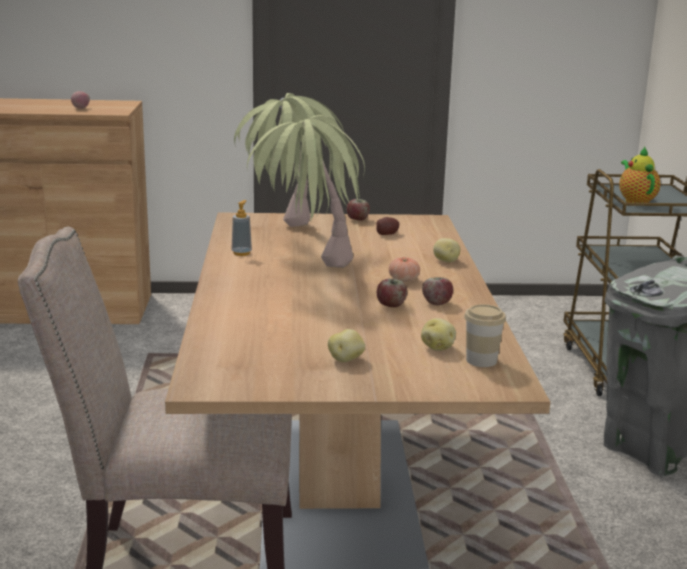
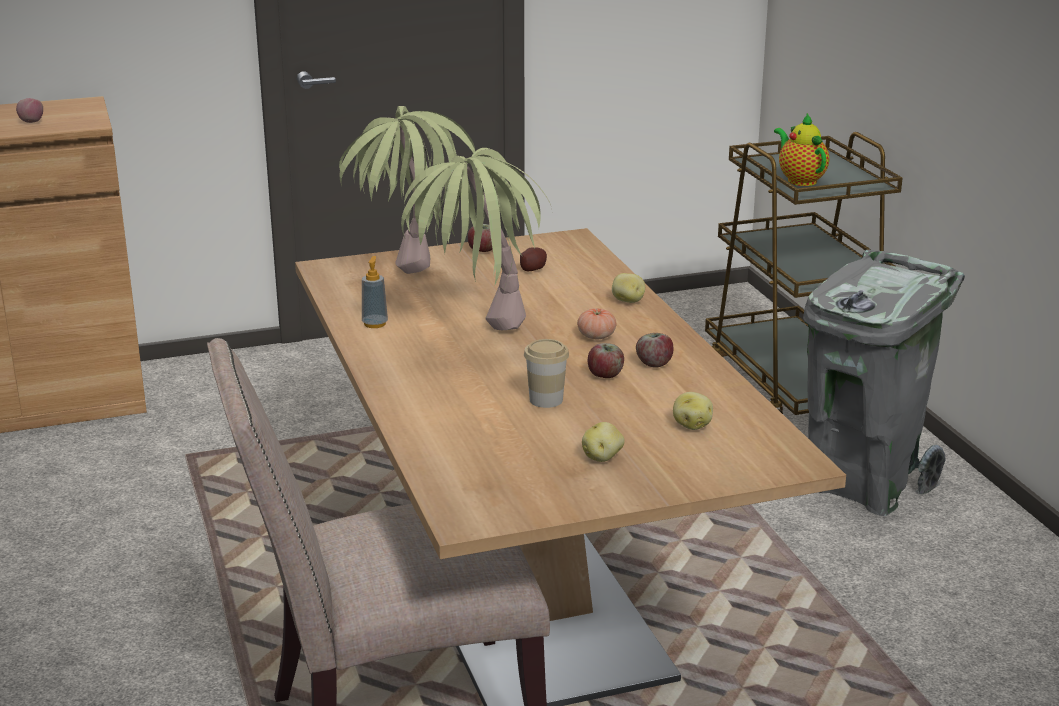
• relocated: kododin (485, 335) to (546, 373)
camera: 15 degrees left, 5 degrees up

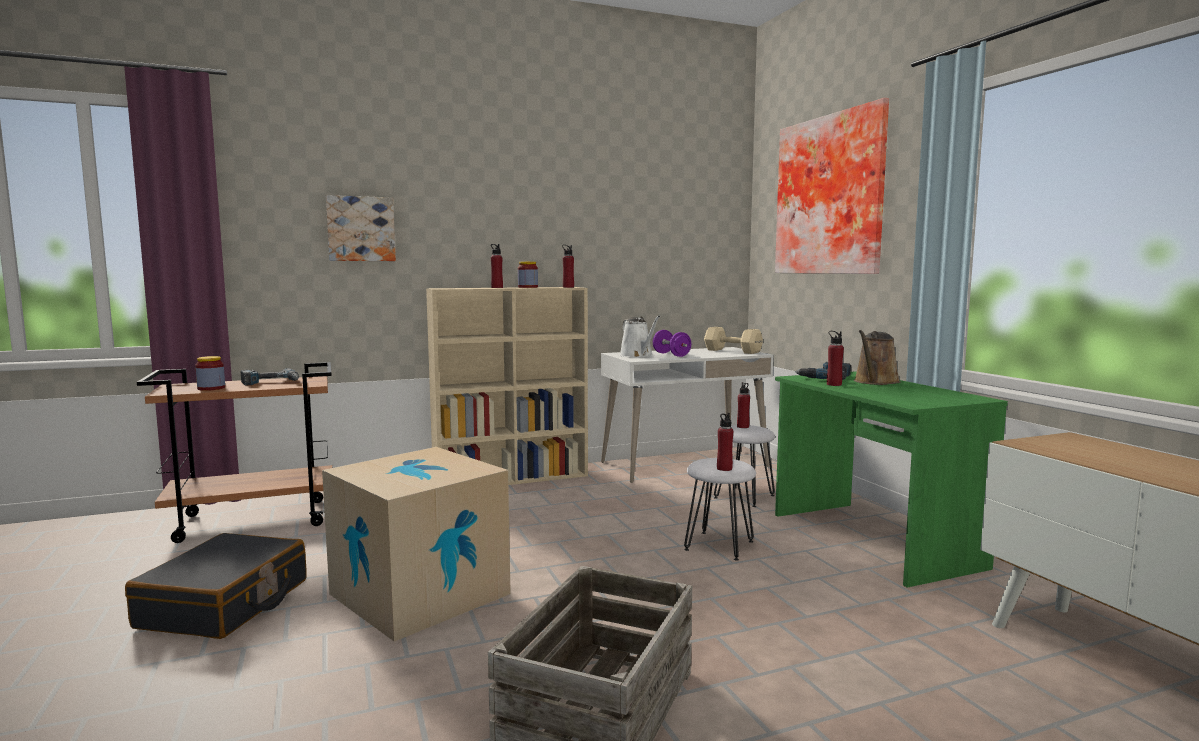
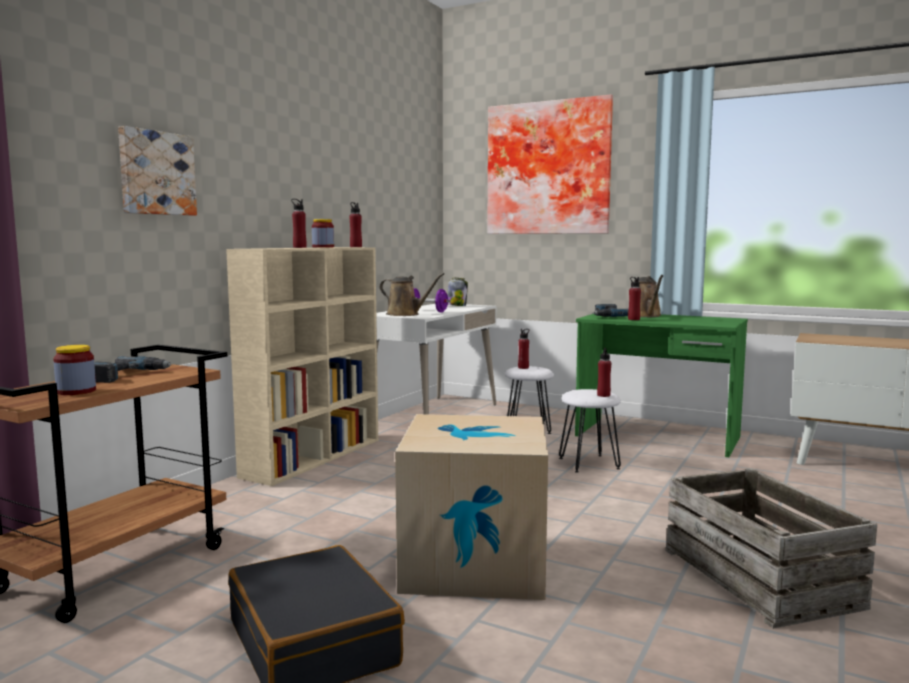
• colour: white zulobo (640, 336) to brown zulobo (411, 294)
• exchanged: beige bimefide (733, 340) to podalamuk (457, 291)
camera: 40 degrees left, 0 degrees up

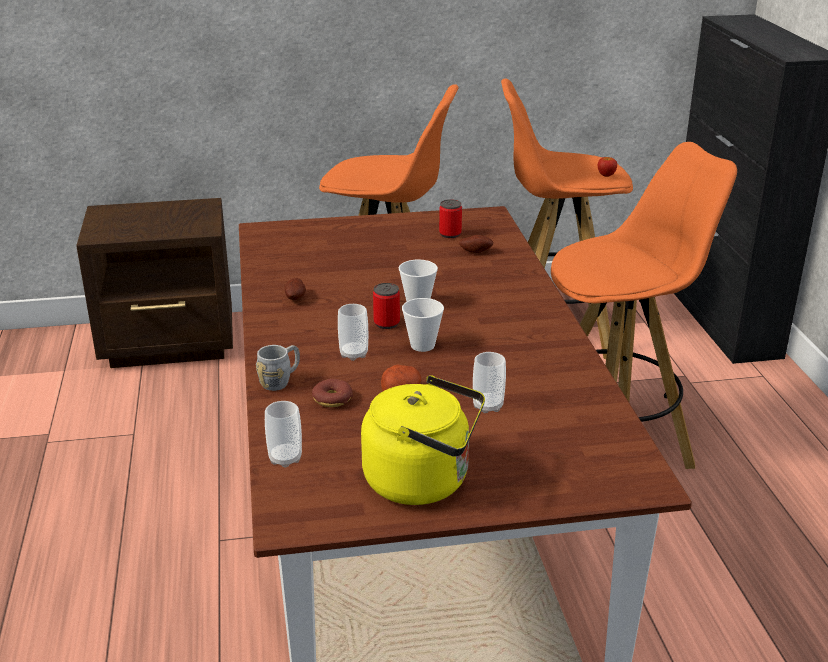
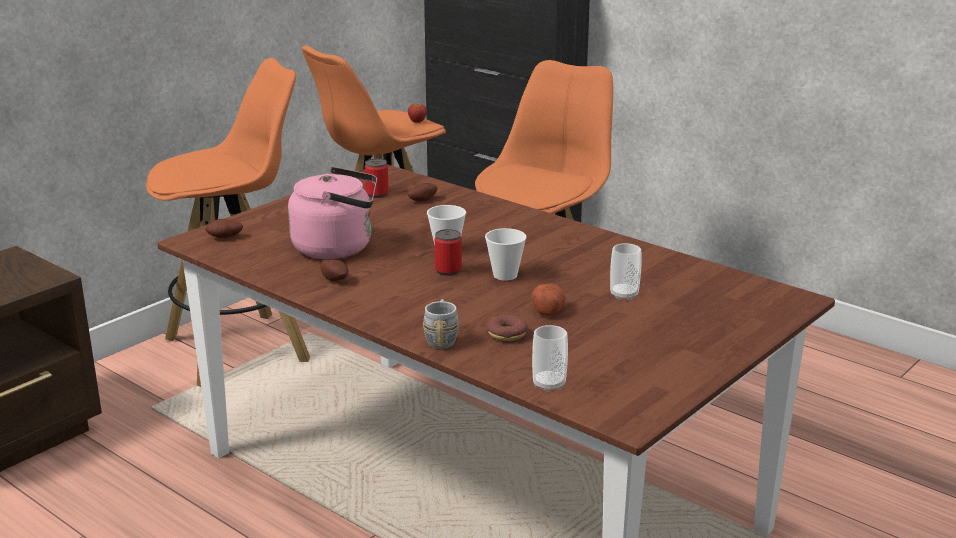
• missing: kododin (353, 332)
• missing: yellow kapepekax (423, 440)
• appeared: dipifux (224, 228)
• appeared: pink kapepekax (332, 213)
camera: 40 degrees left, 5 degrees down

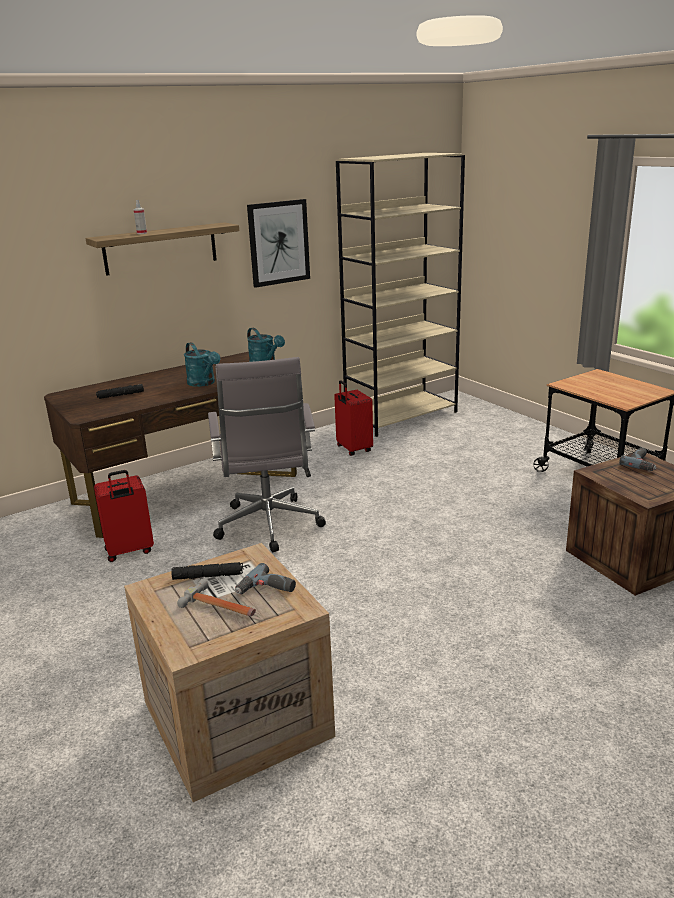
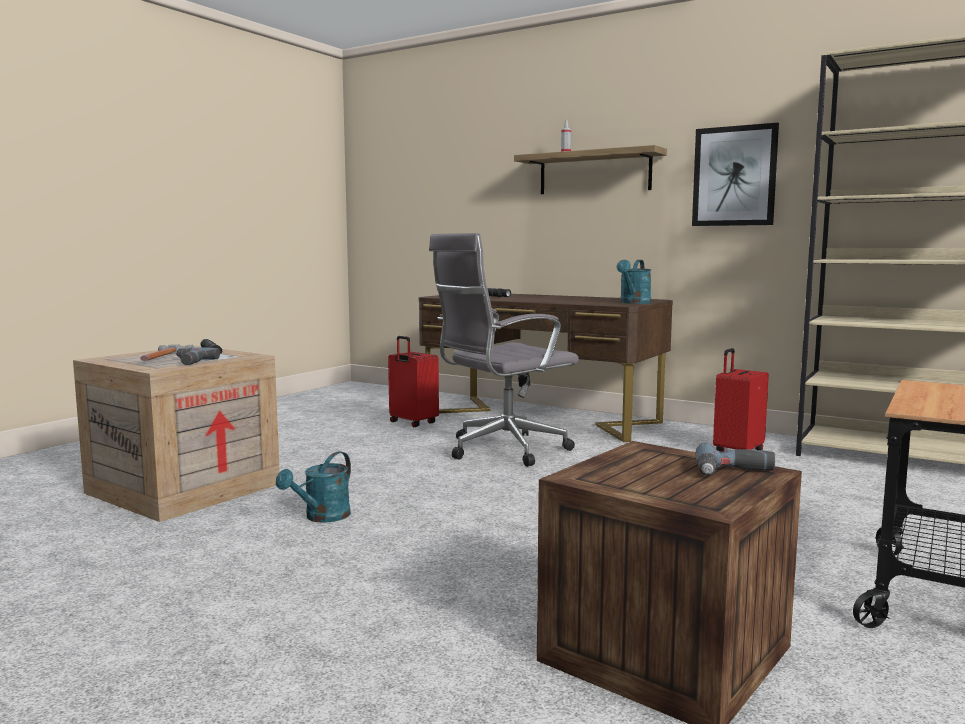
• relocated: turquoise zulobo (202, 364) to (313, 487)
camera: 65 degrees right, 15 degrees down

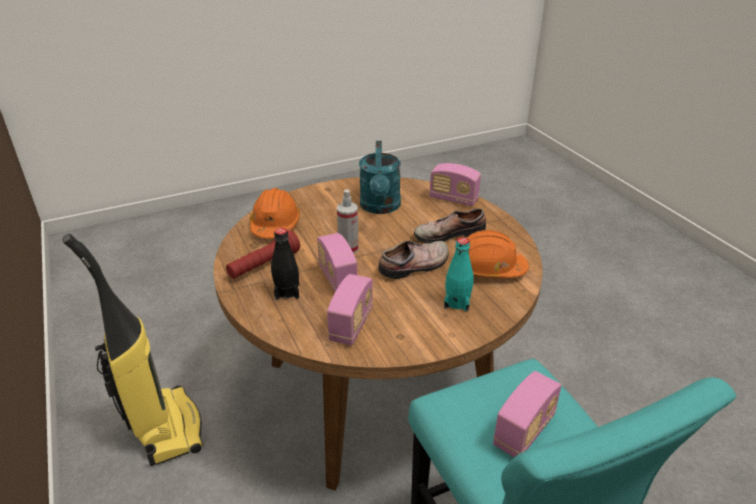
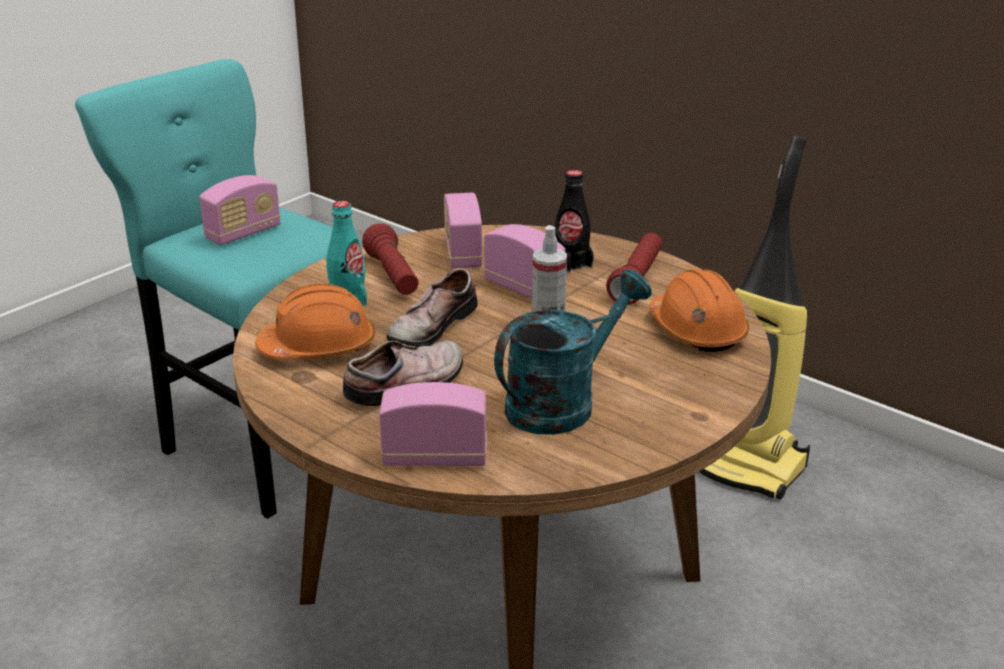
• spun: turquoise zulobo (380, 177) = (573, 352) 75 degrees clockwise
• spun: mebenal (527, 414) = (240, 210) 150 degrees counterclockwise
• appeared: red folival (390, 259)
camera: 155 degrees right, 5 degrees down

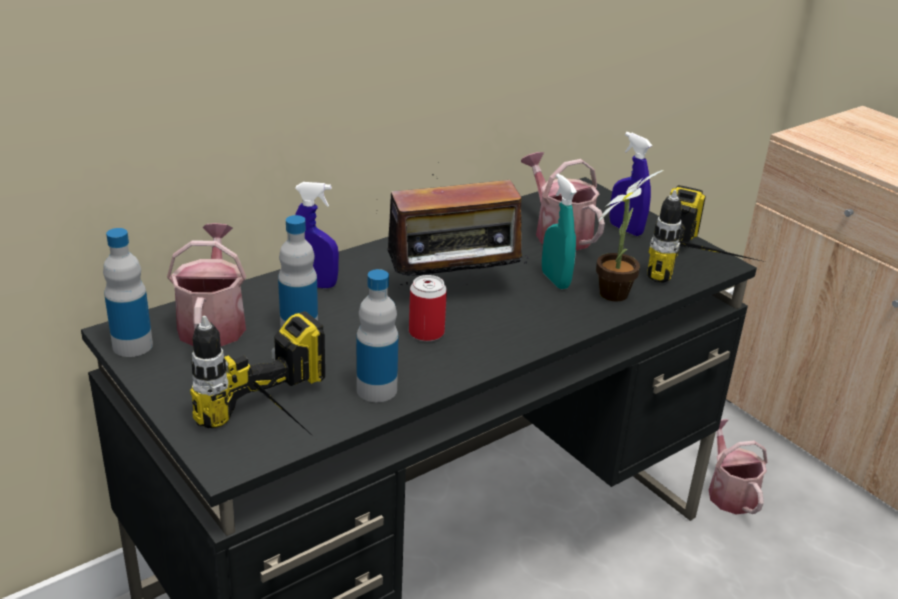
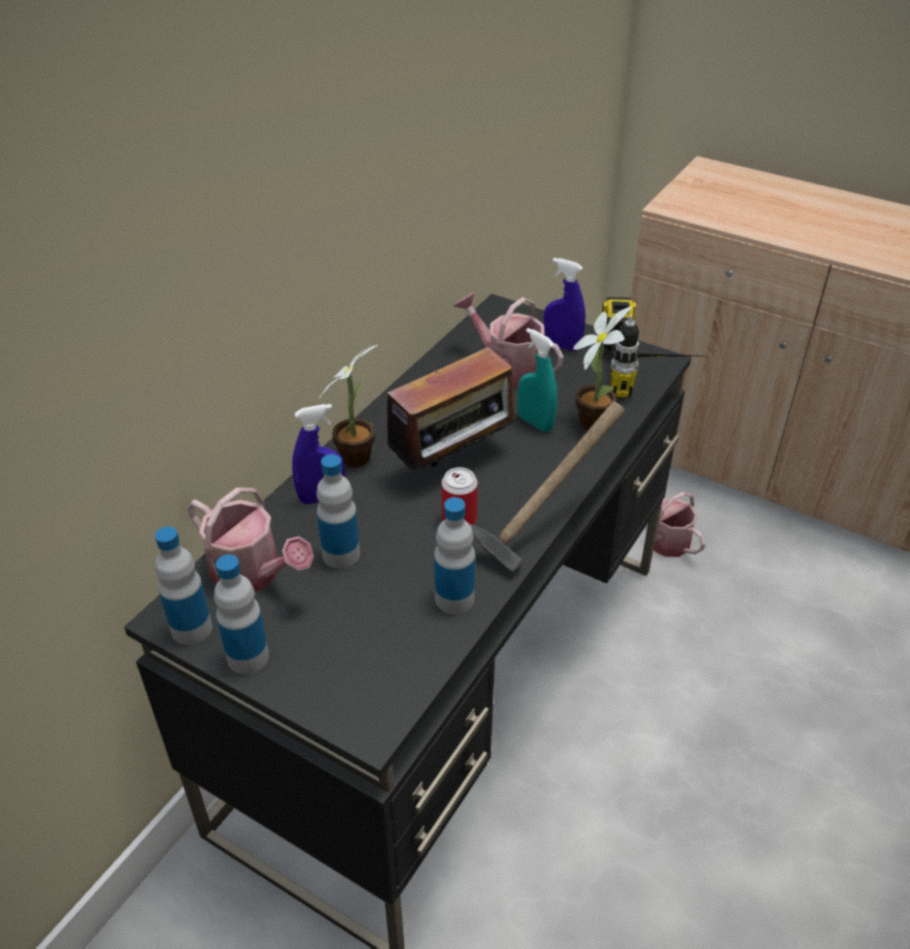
• spun: zulobo (206, 284) = (250, 539) 150 degrees clockwise
• missing: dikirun (257, 374)
• appeared: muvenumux (241, 614)
• appeared: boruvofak (347, 406)
• appeared: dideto (547, 487)
camera: 20 degrees left, 10 degrees up

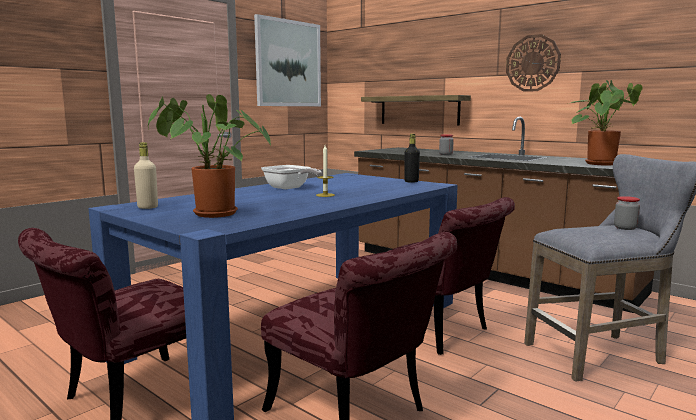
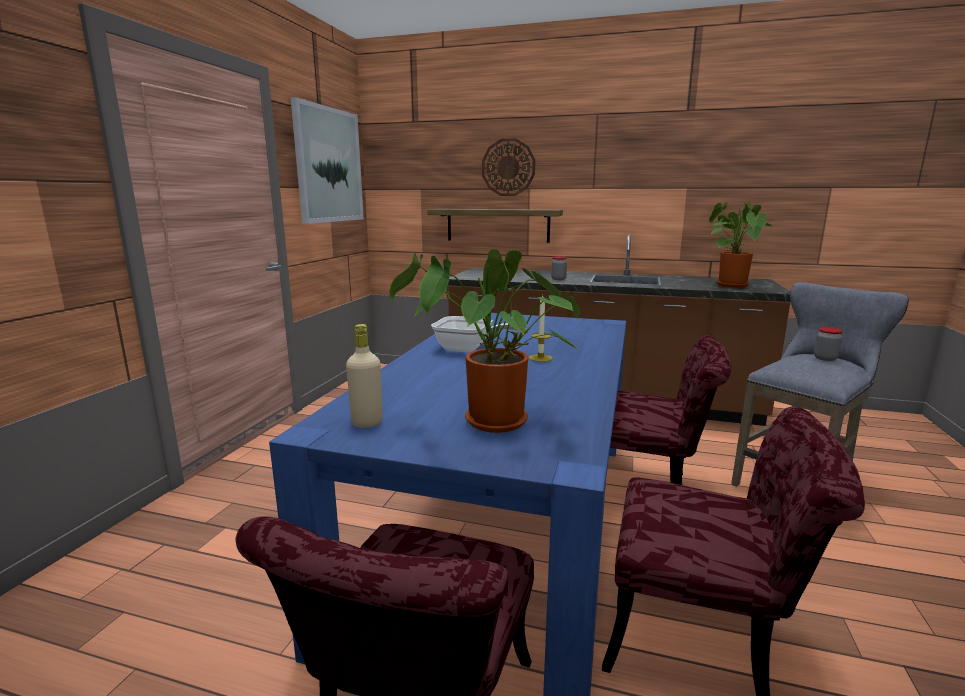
• missing: black muvenumux (412, 158)
• relocated: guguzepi (533, 63) to (508, 167)
camera: 25 degrees left, 5 degrees up

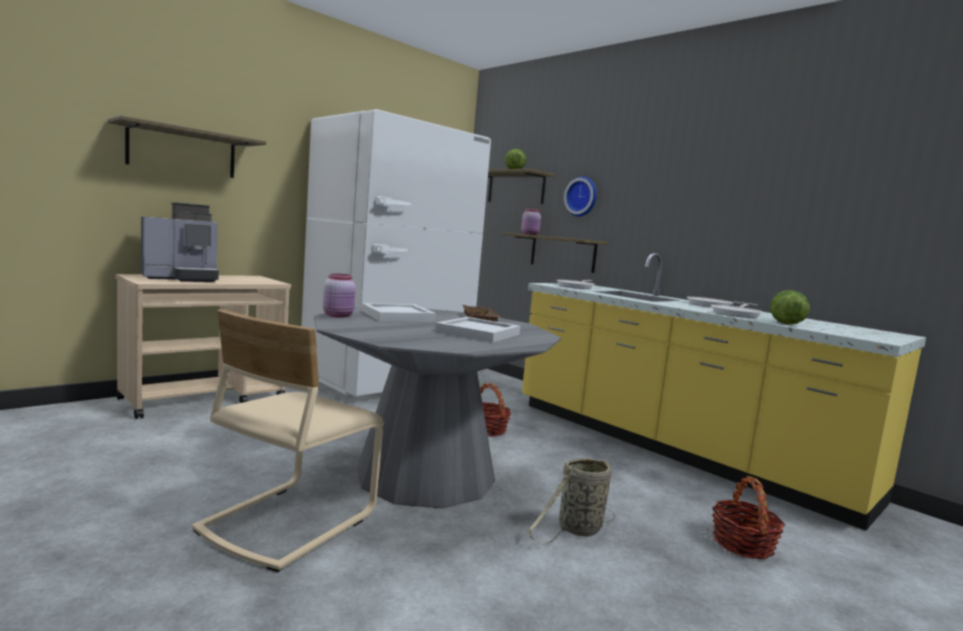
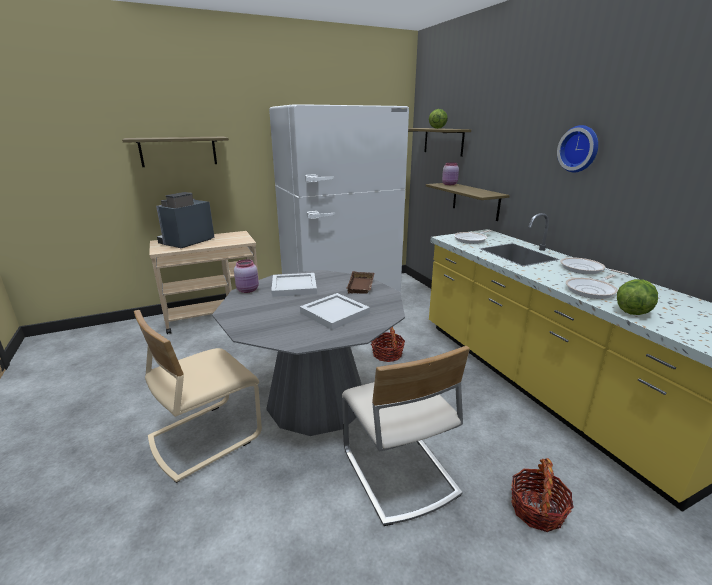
• spun: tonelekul (180, 242) = (185, 220) 135 degrees clockwise
• exchanged: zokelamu (571, 501) to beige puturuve (406, 436)
• relocated: guguzepi (580, 196) to (577, 148)
camera: 20 degrees right, 15 degrees up

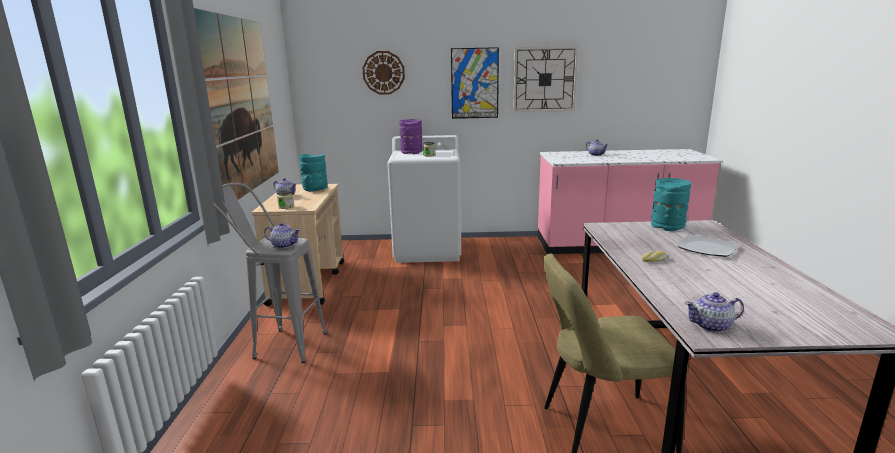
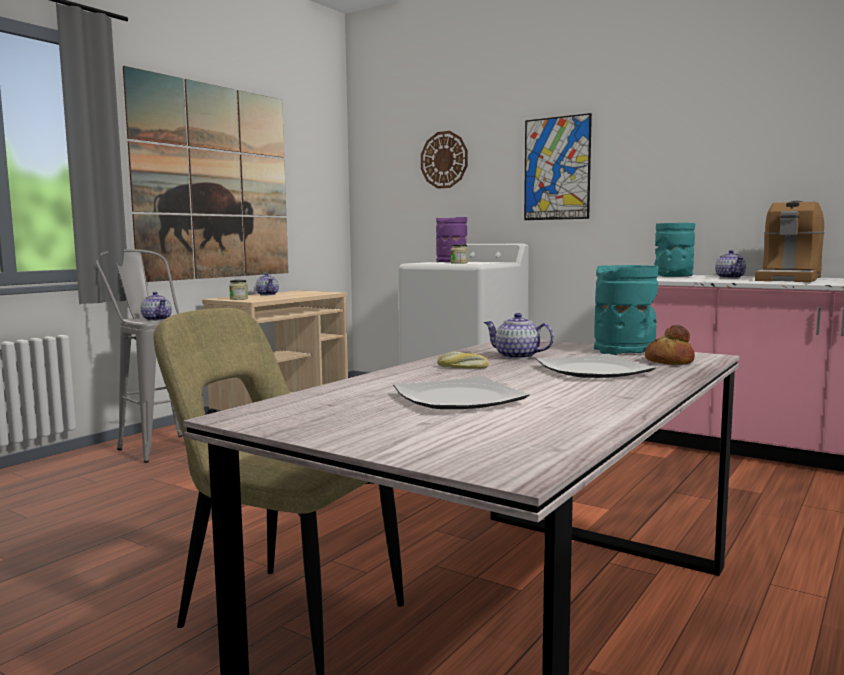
• relocated: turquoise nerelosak (313, 173) to (674, 250)
• missing: guguzepi (545, 79)
• relocated: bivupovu (714, 312) to (519, 336)
• appeared: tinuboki (461, 392)
• appeared: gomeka (669, 345)
• appeared: tonelekul (789, 241)
camera: 35 degrees right, 10 degrees down

